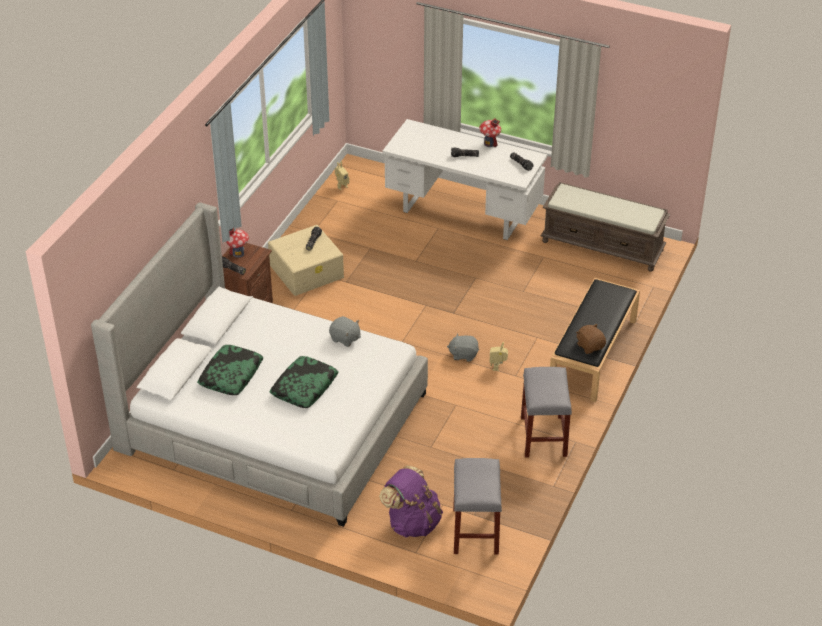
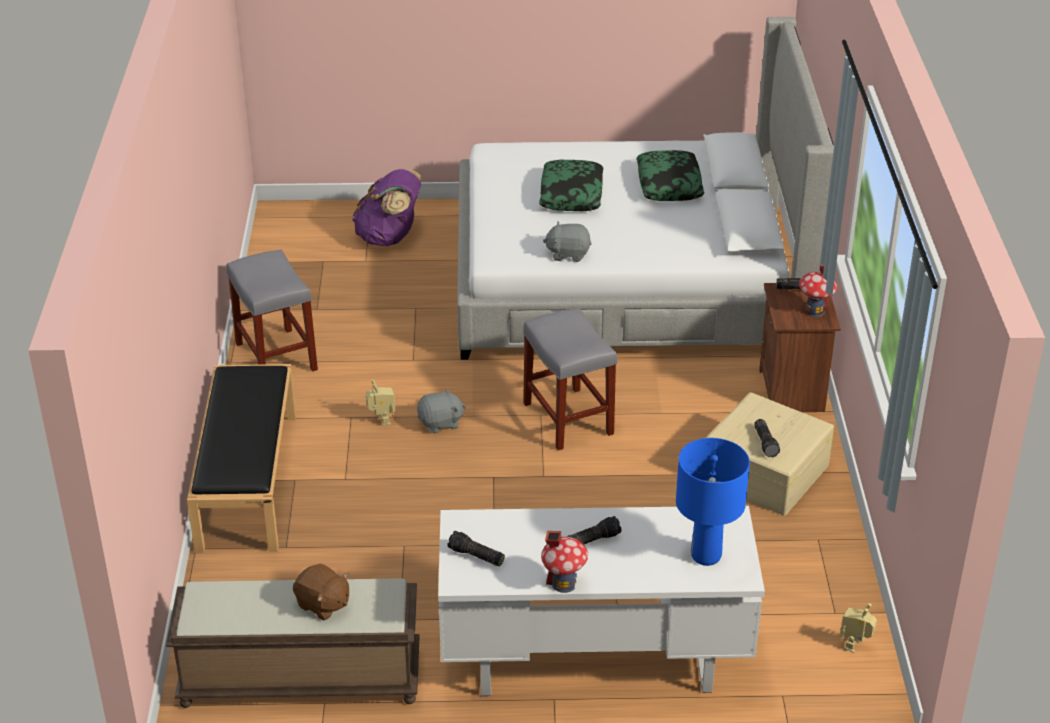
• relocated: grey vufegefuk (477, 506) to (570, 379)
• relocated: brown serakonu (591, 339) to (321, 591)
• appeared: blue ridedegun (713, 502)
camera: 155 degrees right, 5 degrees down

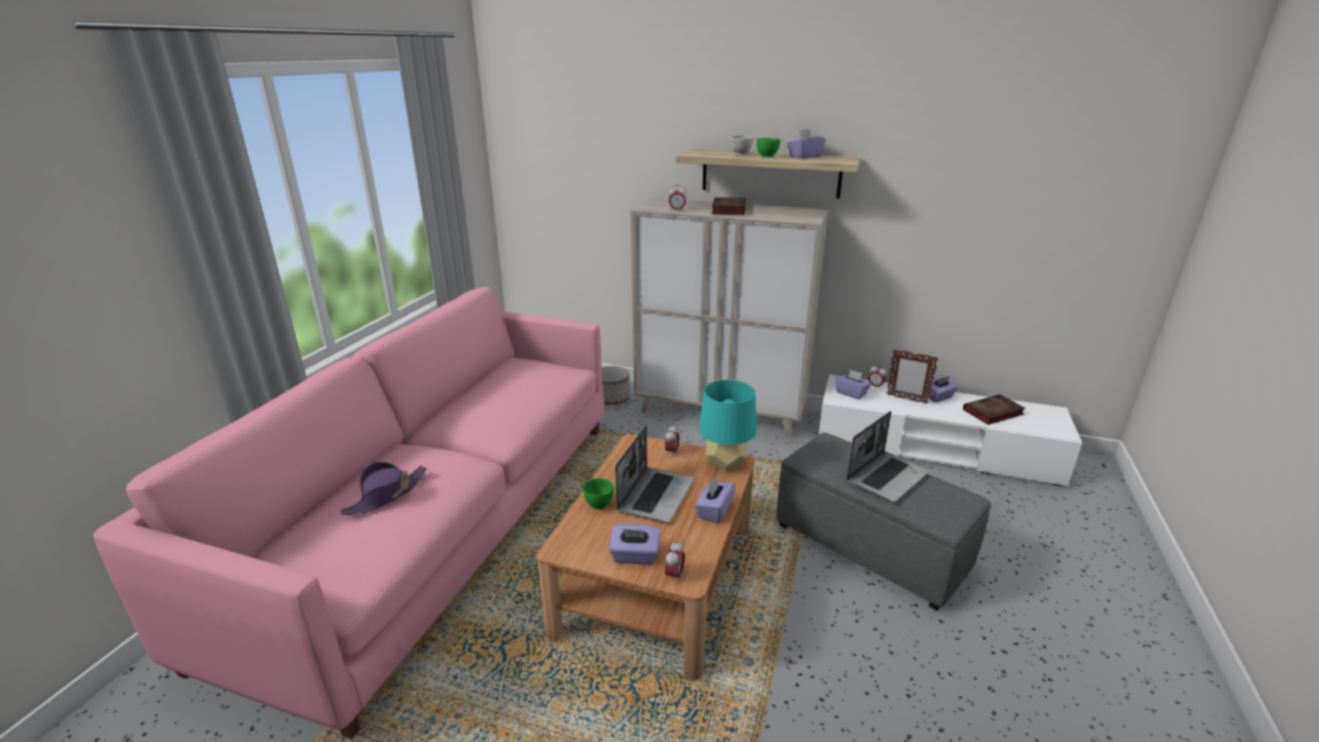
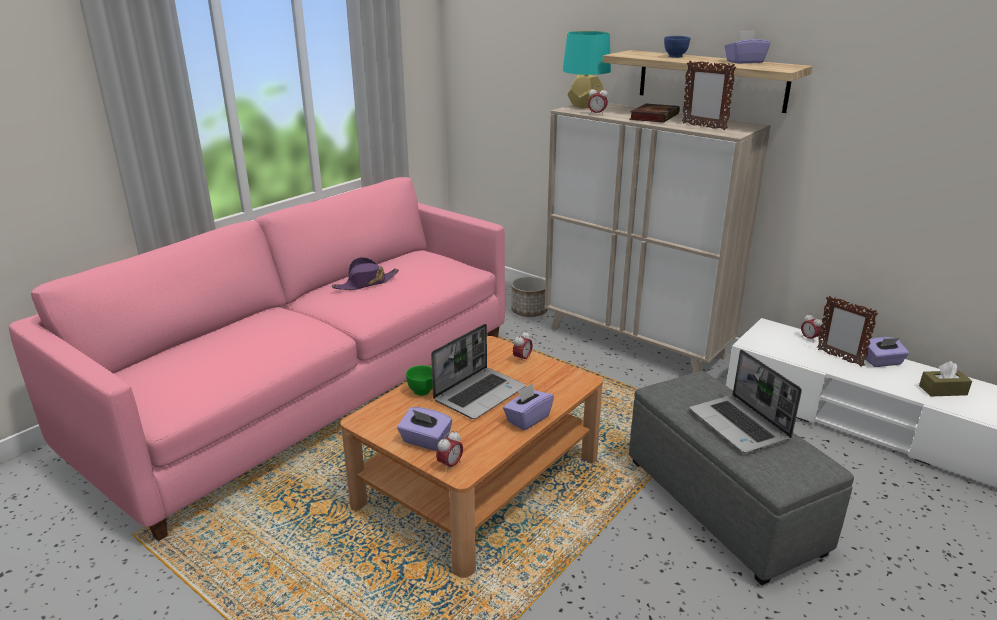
• relocated: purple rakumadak (383, 488) to (365, 273)
• relocated: turquoise ridedegun (728, 426) to (587, 69)
• colour: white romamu (741, 145) to blue romamu (677, 47)
• missing: green romamu (769, 148)
• missing: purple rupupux (853, 384)
• spun: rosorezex (888, 456) = (745, 401) 90 degrees clockwise
• exchanged: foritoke (994, 409) to brown rupupux (945, 379)
• appeared: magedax (709, 95)
camera: 20 degrees right, 0 degrees up

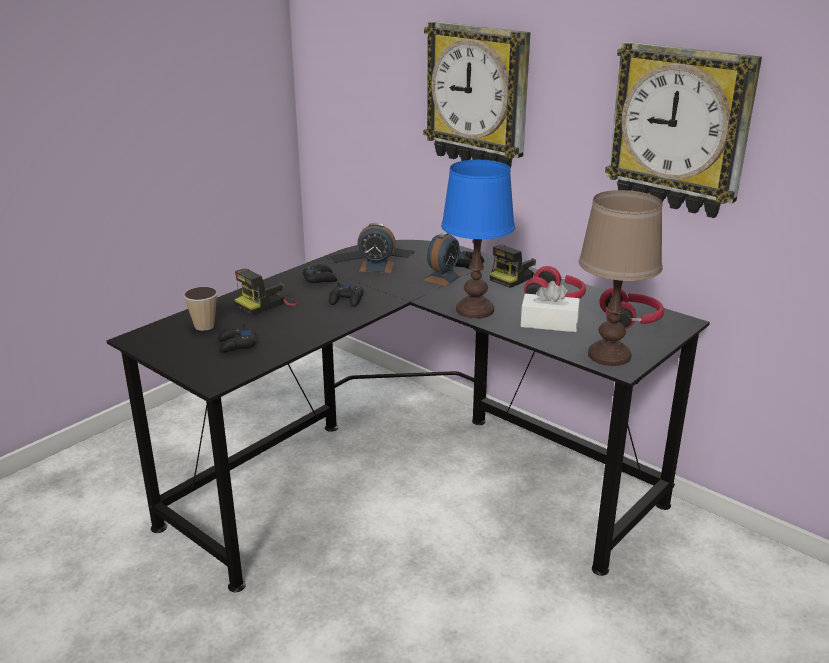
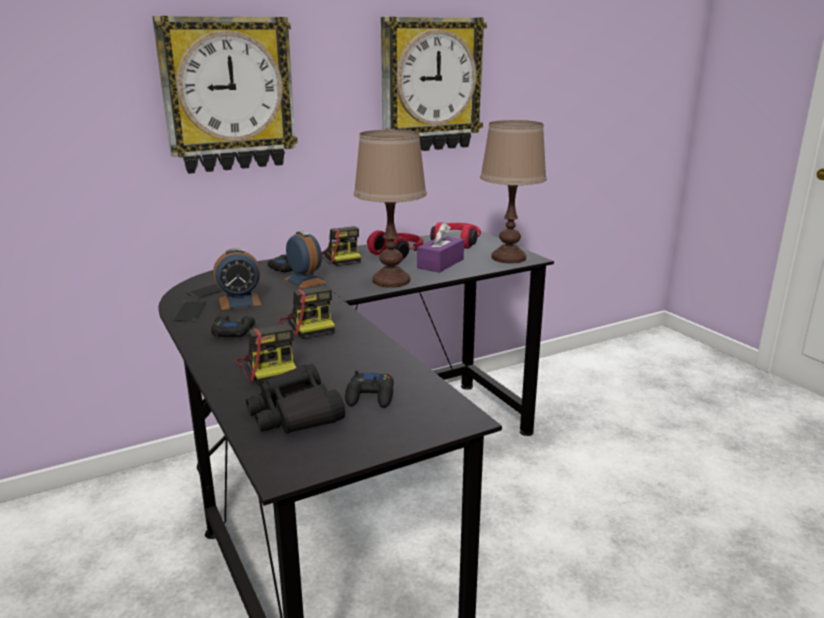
• exchanged: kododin (200, 309) to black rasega (295, 399)
• exchanged: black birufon (346, 294) to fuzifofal (307, 312)
• spun: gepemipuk (376, 248) = (237, 279) 45 degrees clockwise
• colour: blue ridedegun (478, 239) to brown ridedegun (390, 209)
• colour: white rupupux (550, 306) to purple rupupux (440, 248)
camera: 70 degrees left, 5 degrees down

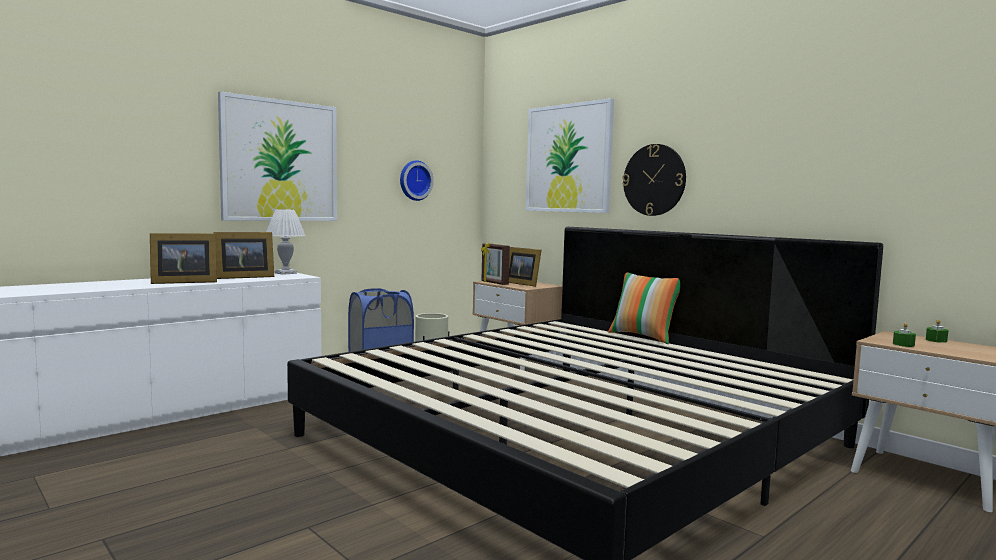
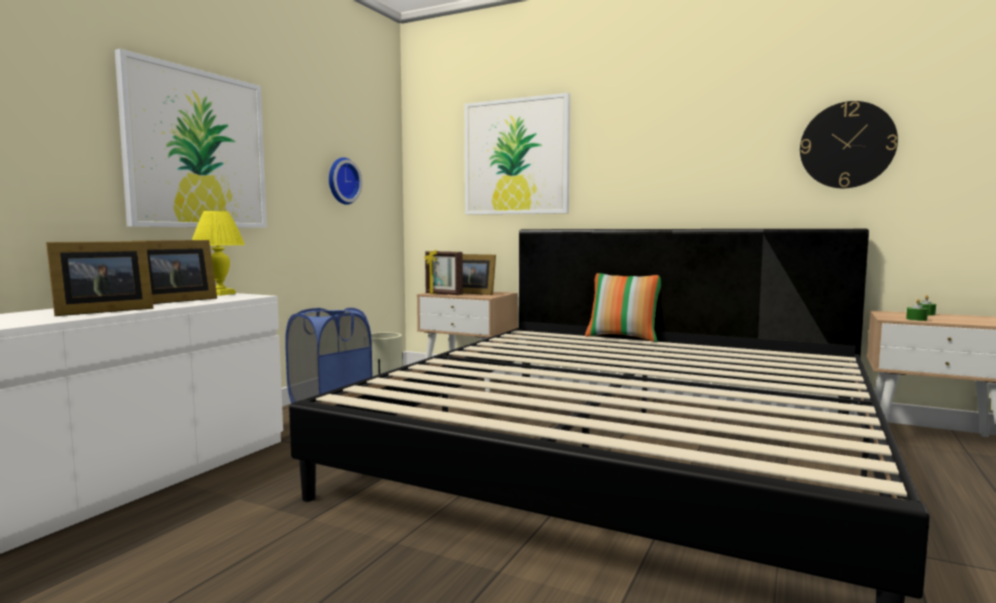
• colour: white ridedegun (286, 242) to yellow ridedegun (218, 253)
• relocated: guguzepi (654, 180) to (849, 144)
camera: 20 degrees left, 0 degrees up

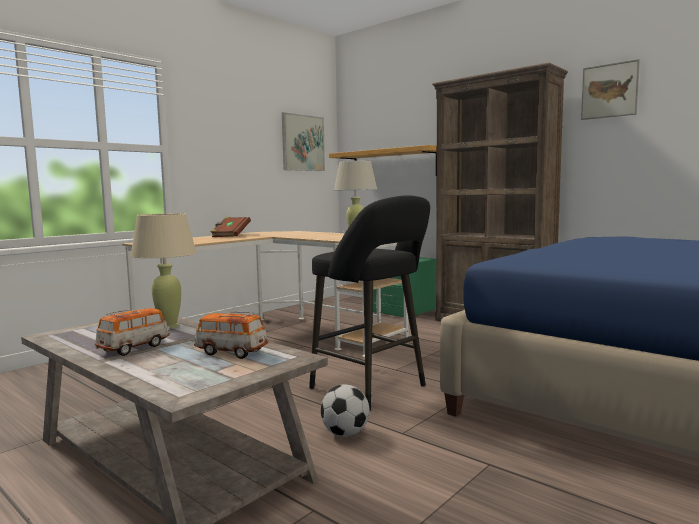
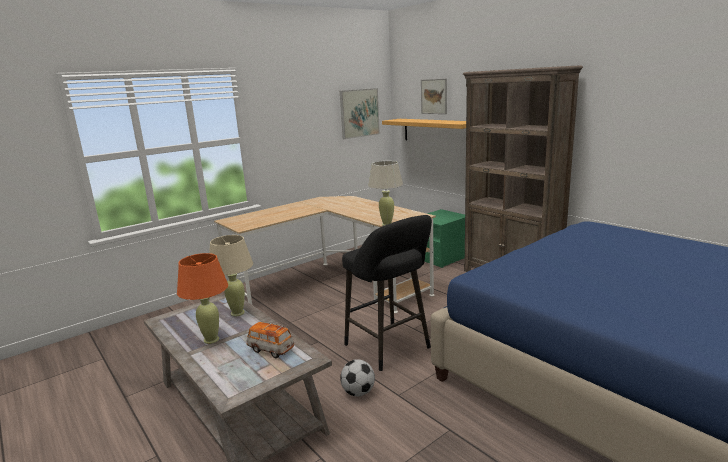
• exchanged: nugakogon (132, 332) to orange ridedegun (202, 298)
• missing: brown foritoke (230, 227)
• relocated: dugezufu (610, 89) to (434, 96)
camera: 10 degrees right, 10 degrees up

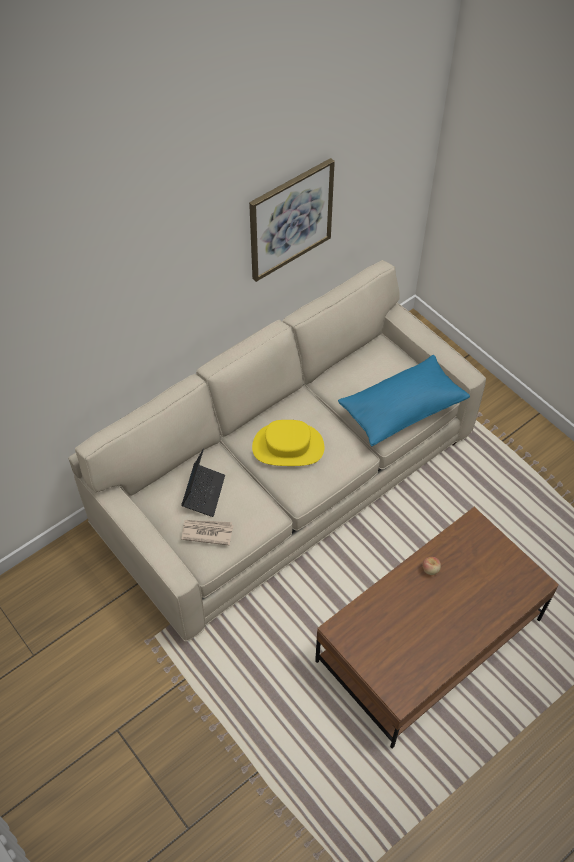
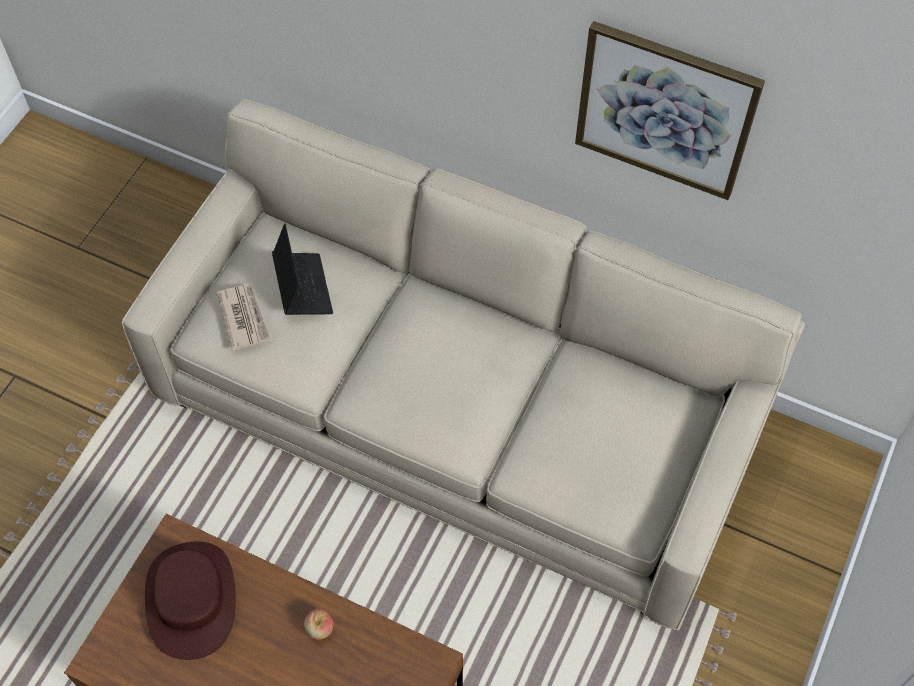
• spun: rosorezex (203, 482) = (302, 269) 90 degrees counterclockwise
• missing: yellow rakumadak (288, 443)
• missing: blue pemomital (404, 400)
• appeared: brown rakumadak (190, 600)
camera: 65 degrees right, 5 degrees up

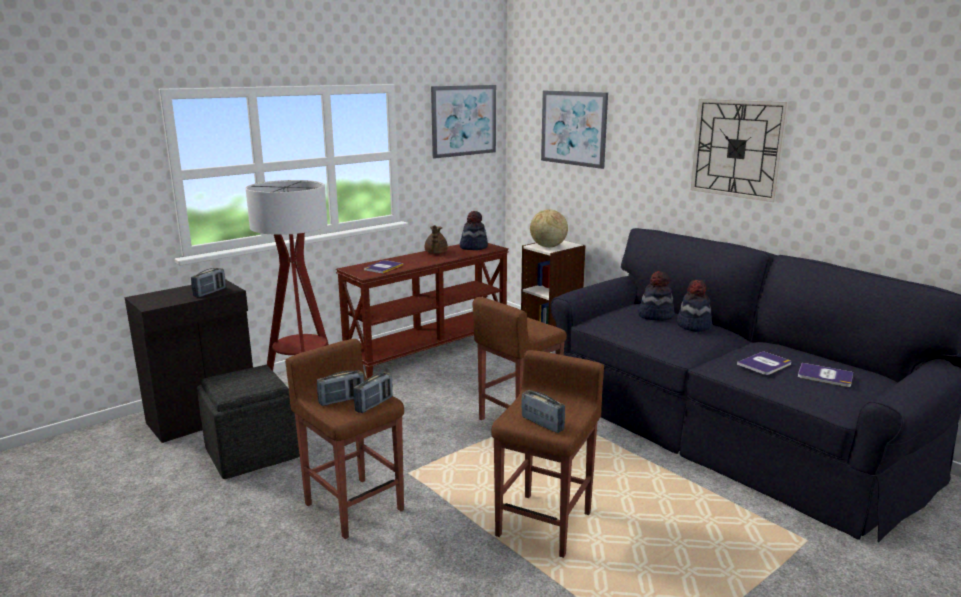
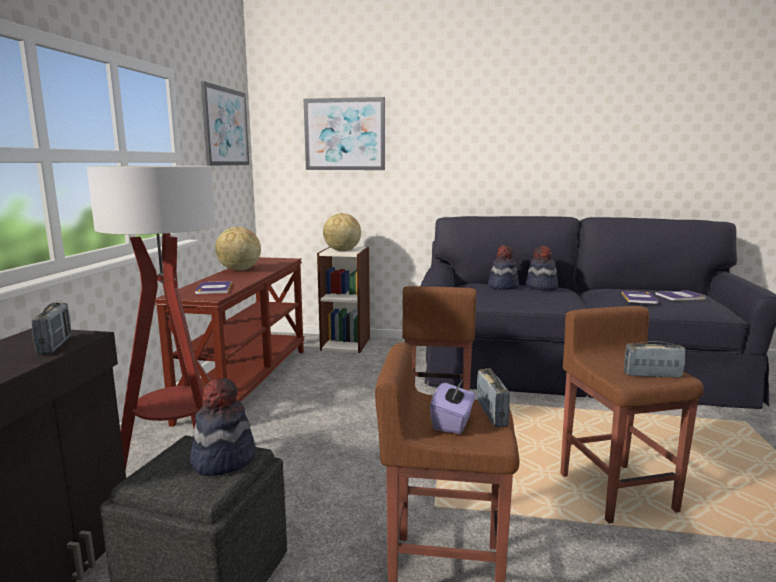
• exchanged: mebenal (340, 388) to purple rupupux (452, 407)
• exchanged: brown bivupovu (436, 239) to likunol (238, 249)
• relocated: rakumadak (474, 230) to (223, 427)
• missing: guguzepi (740, 150)
camera: 40 degrees left, 5 degrees down

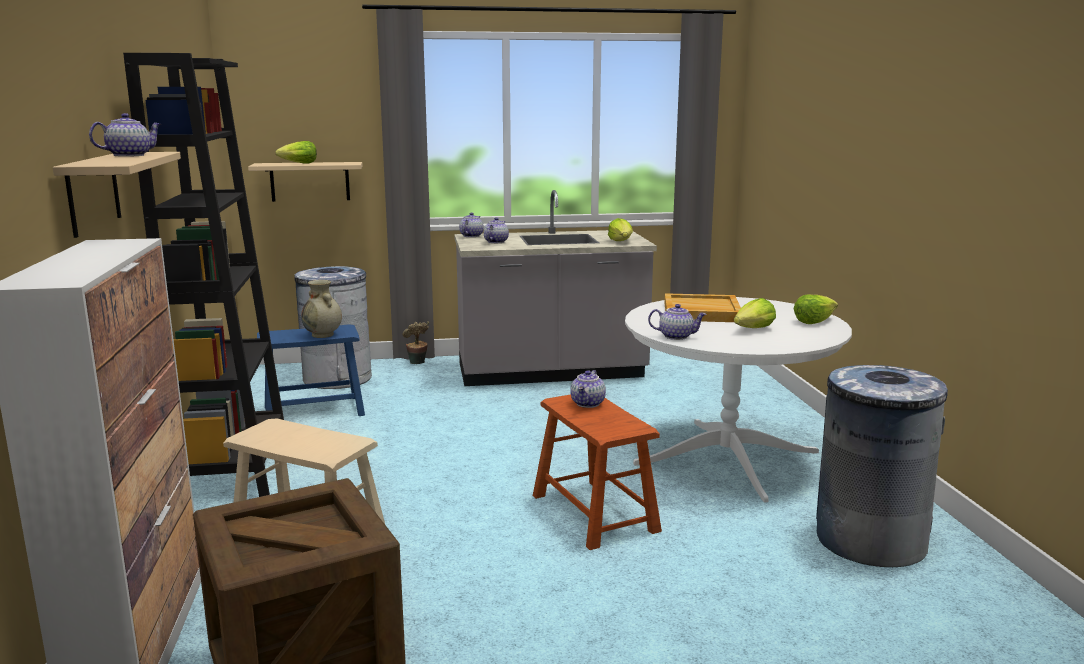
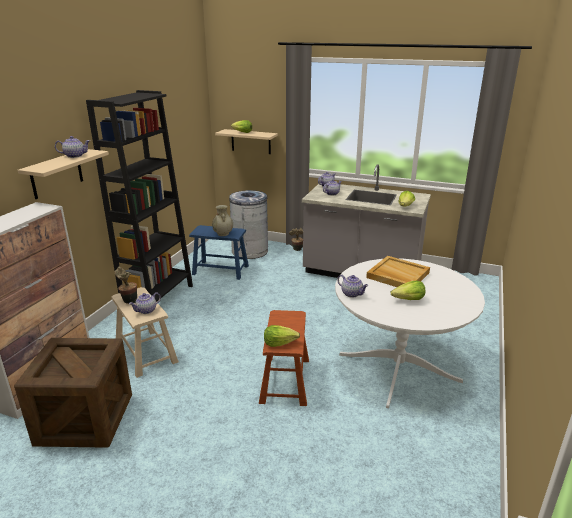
• relocated: bivupovu (588, 389) to (145, 303)
• relocated: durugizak (815, 309) to (282, 336)
• missing: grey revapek (882, 466)
• appeared: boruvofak (126, 285)
camera: 30 degrees right, 10 degrees up

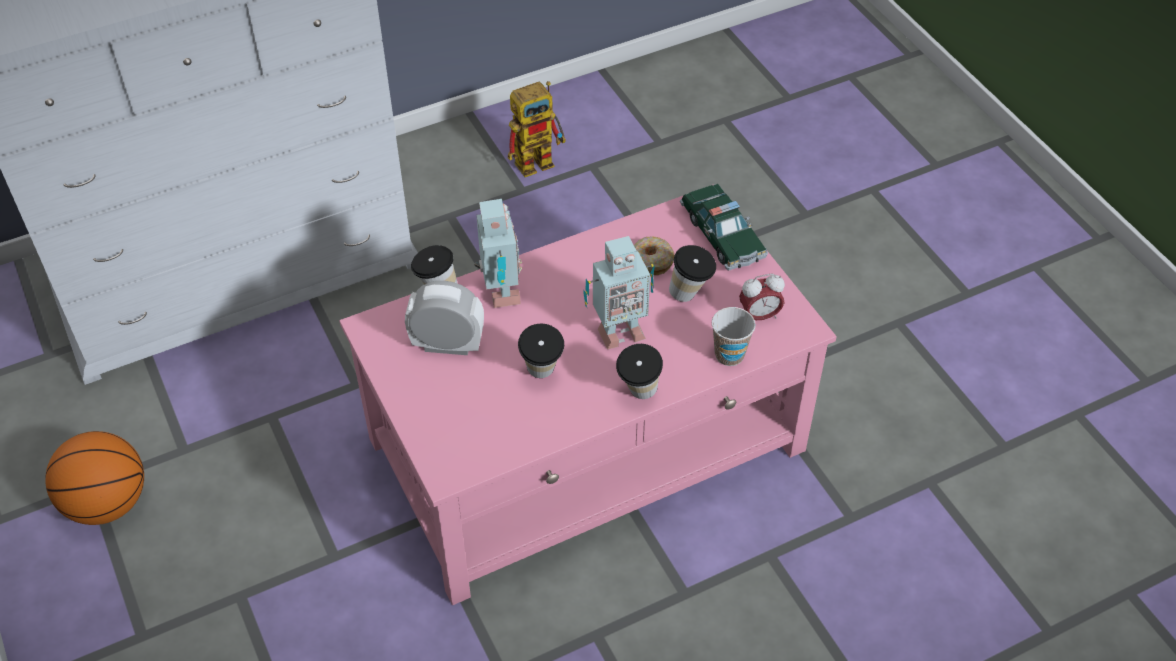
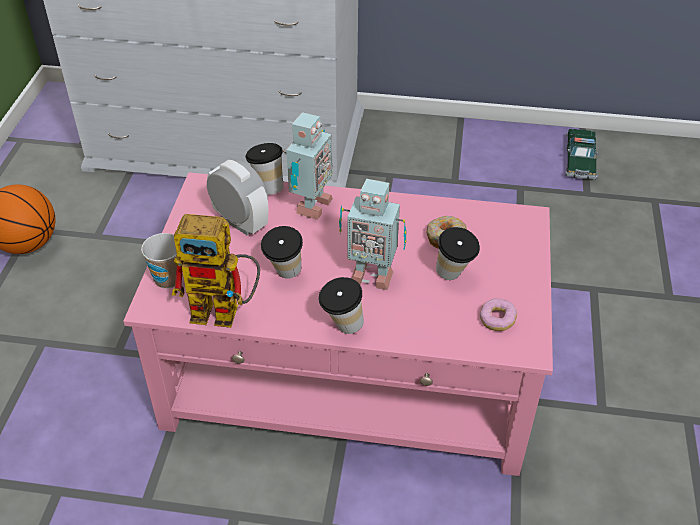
• relocated: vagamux (537, 129) to (216, 271)
• relocated: nugakogon (724, 227) to (582, 154)
• relocated: kododin (734, 336) to (159, 261)
• exchanged: gepemipuk (762, 297) to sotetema (498, 315)
camera: 35 degrees right, 5 degrees down

